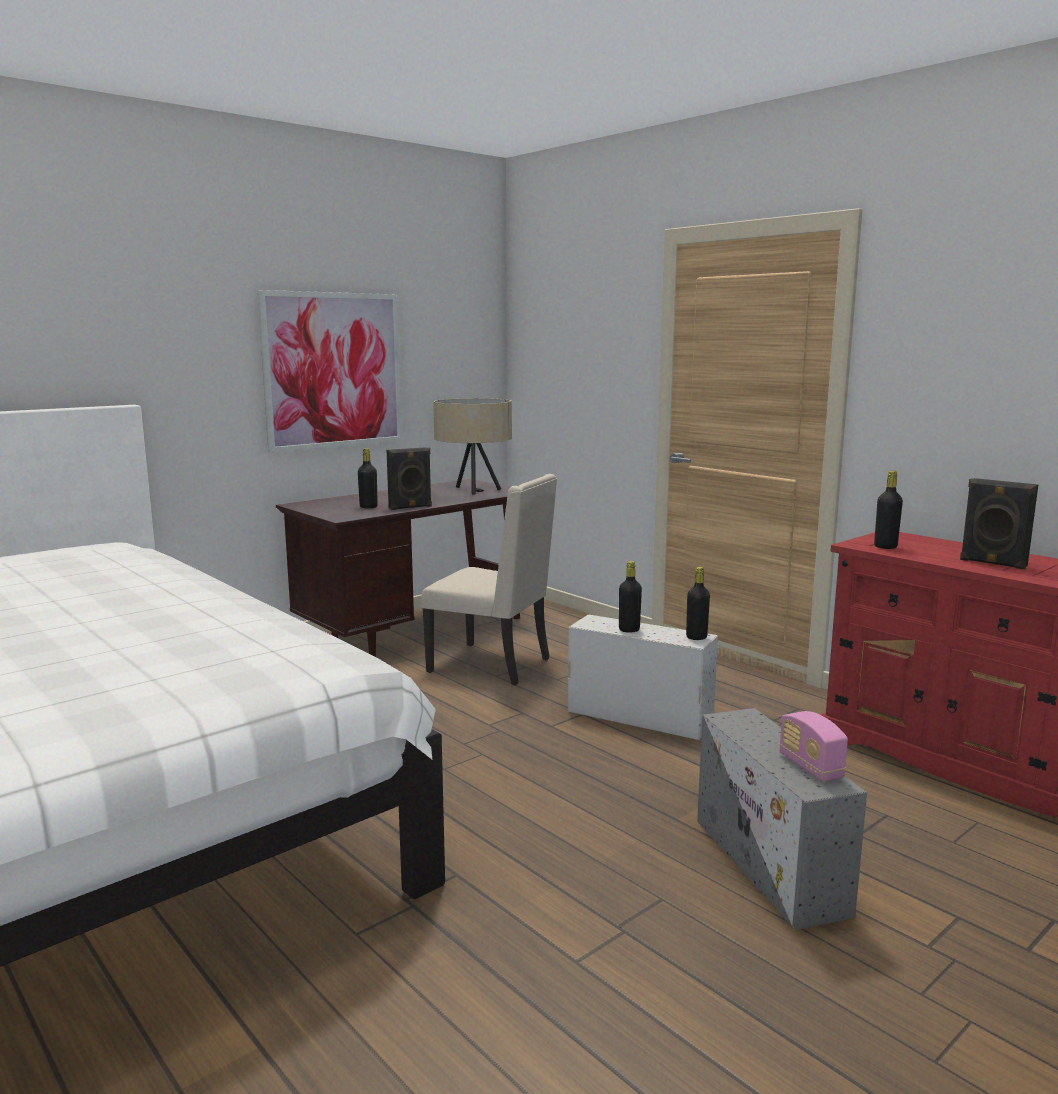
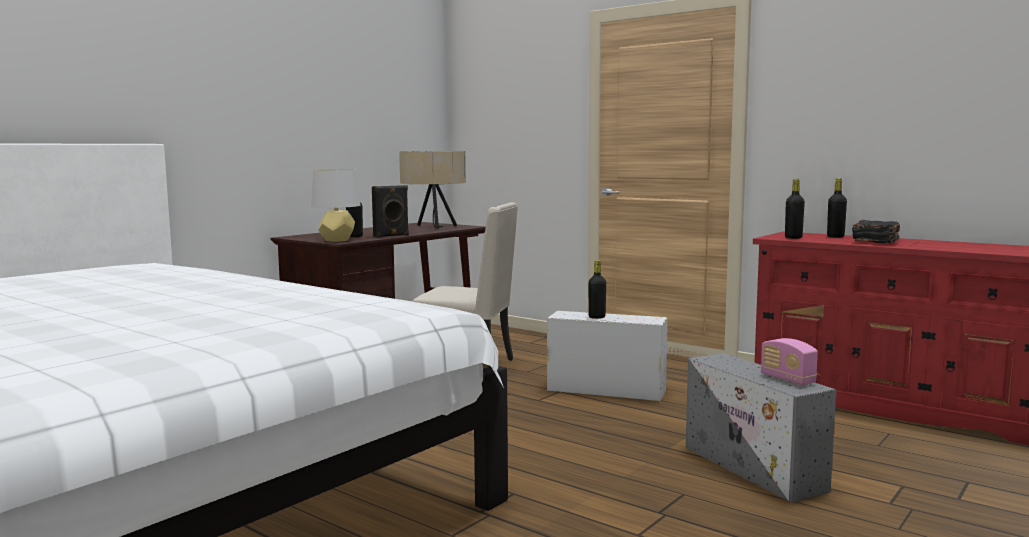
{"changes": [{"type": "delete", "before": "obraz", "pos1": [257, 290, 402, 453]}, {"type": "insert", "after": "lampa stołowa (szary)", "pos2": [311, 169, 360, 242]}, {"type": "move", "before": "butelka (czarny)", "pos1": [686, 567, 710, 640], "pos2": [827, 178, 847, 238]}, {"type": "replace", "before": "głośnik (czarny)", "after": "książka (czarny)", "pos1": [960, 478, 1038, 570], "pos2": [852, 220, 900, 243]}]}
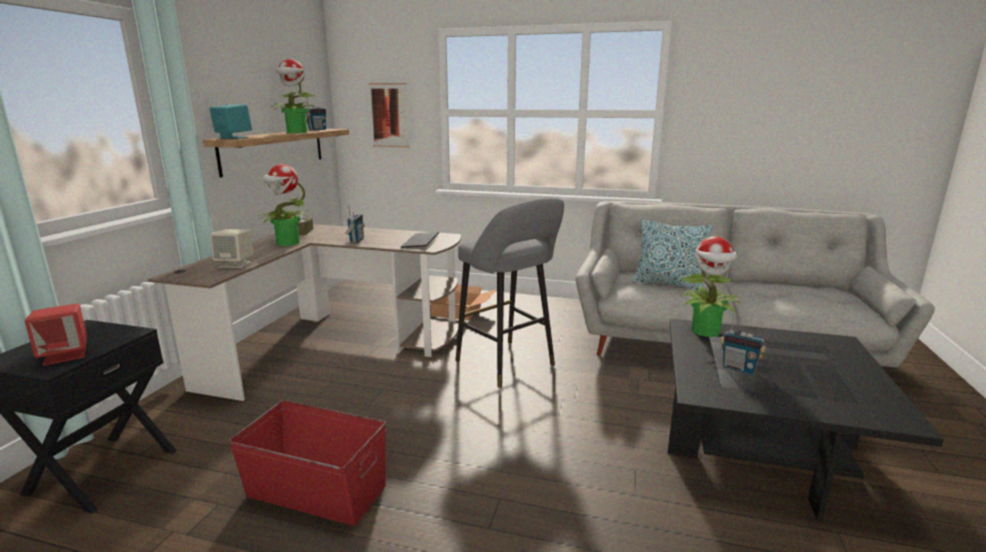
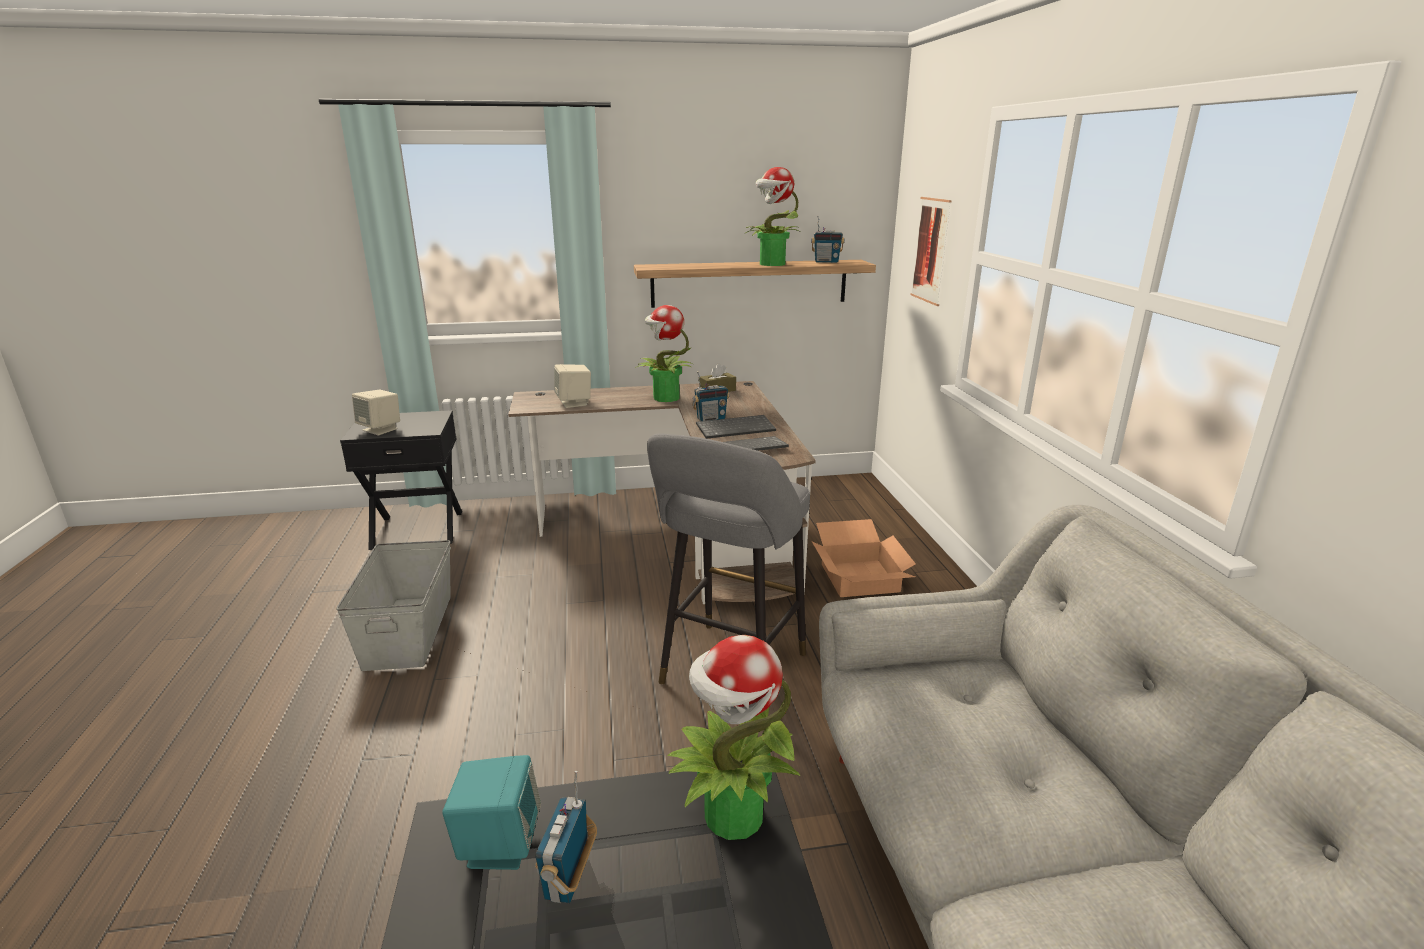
{"changes": [{"type": "delete", "before": "poduszka", "pos1": [633, 220, 713, 291]}, {"type": "insert", "after": "klawiatura", "pos2": [696, 415, 776, 439]}, {"type": "move", "before": "głośnik (turkusowy)", "pos1": [209, 104, 252, 139], "pos2": [442, 755, 541, 870]}, {"type": "recolor", "before": "głośnik (czerwony)", "after": "głośnik (beżowy)", "pos1": [25, 304, 87, 366], "pos2": [352, 390, 400, 435]}, {"type": "recolor", "before": "pojemnik do przechowywania (czerwony)", "after": "pojemnik do przechowywania (szary)", "pos1": [229, 400, 386, 526], "pos2": [336, 540, 451, 671]}]}
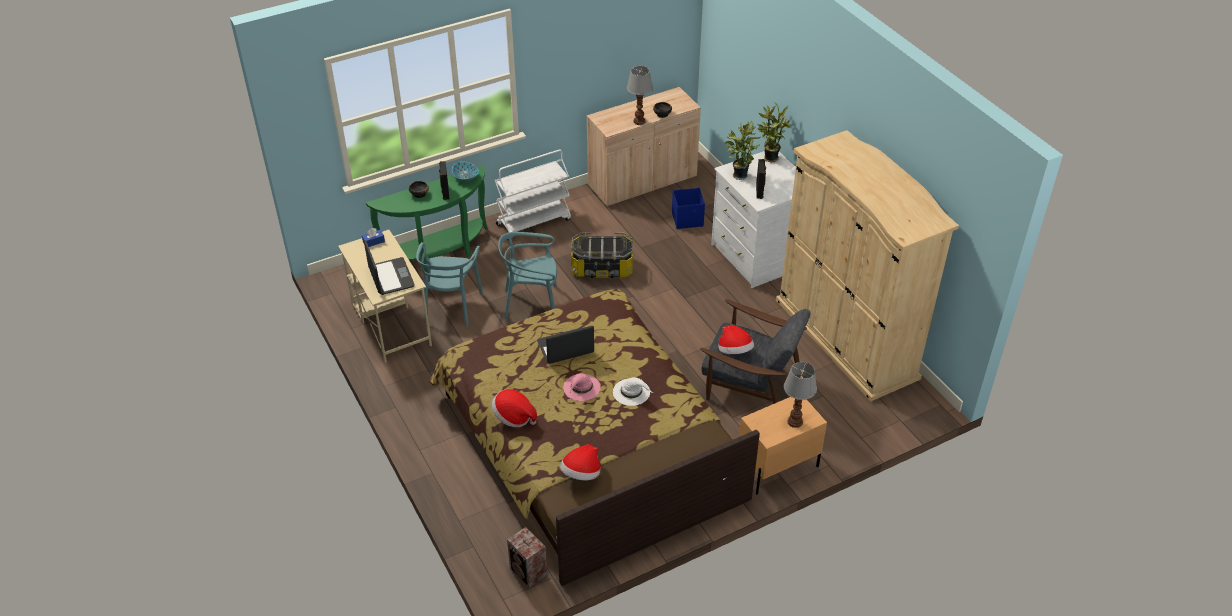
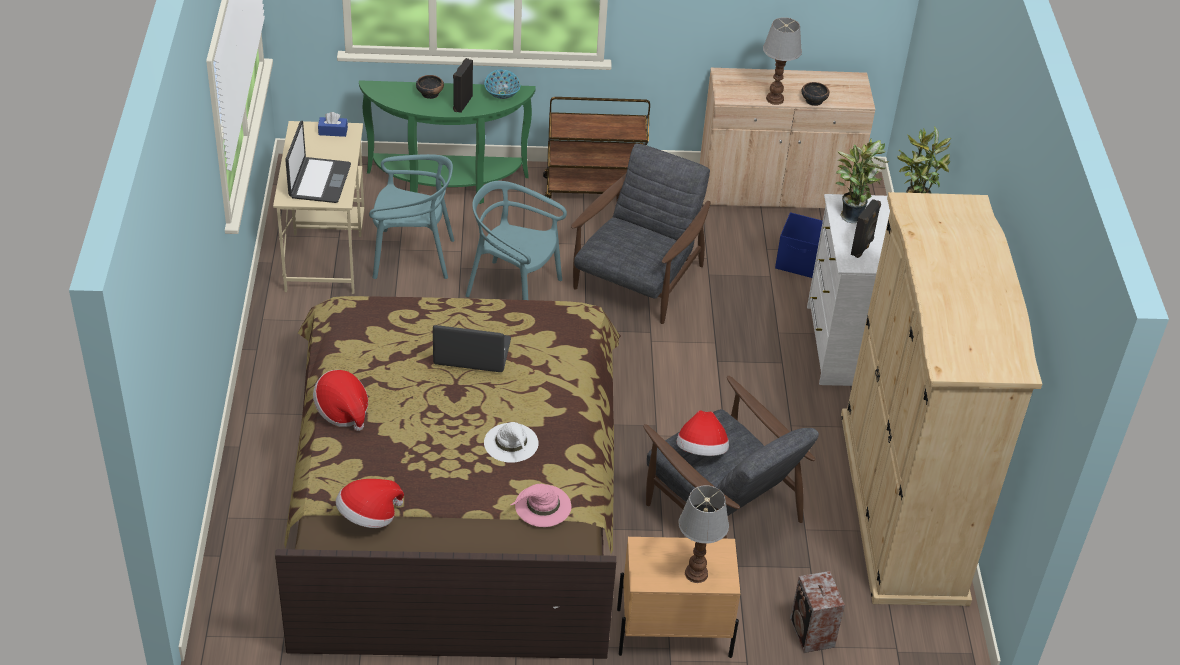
{"changes": [{"type": "move", "before": "głośnik", "pos1": [507, 527, 547, 588], "pos2": [790, 571, 845, 653]}, {"type": "move", "before": "kapelusz (różowy)", "pos1": [563, 373, 601, 401], "pos2": [511, 484, 571, 527]}, {"type": "replace", "before": "pojemnik do przechowywania", "after": "fotel (szary)", "pos1": [571, 232, 633, 278], "pos2": [571, 143, 710, 324]}, {"type": "recolor", "before": "wózek (biały)", "after": "wózek (brązowy)", "pos1": [495, 150, 571, 233], "pos2": [543, 97, 650, 198]}, {"type": "rotate", "before": "krzesło (turkusowy)", "pos1": [416, 242, 483, 327], "pos2": [369, 154, 455, 279], "turn": -120}]}
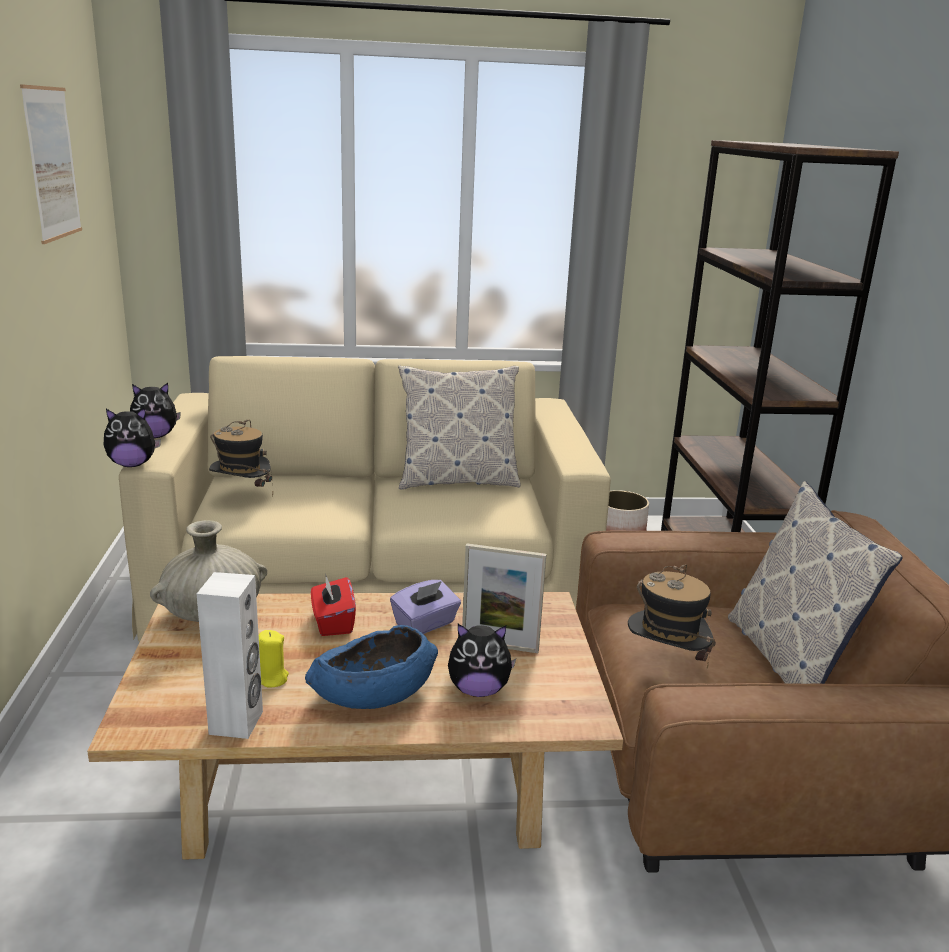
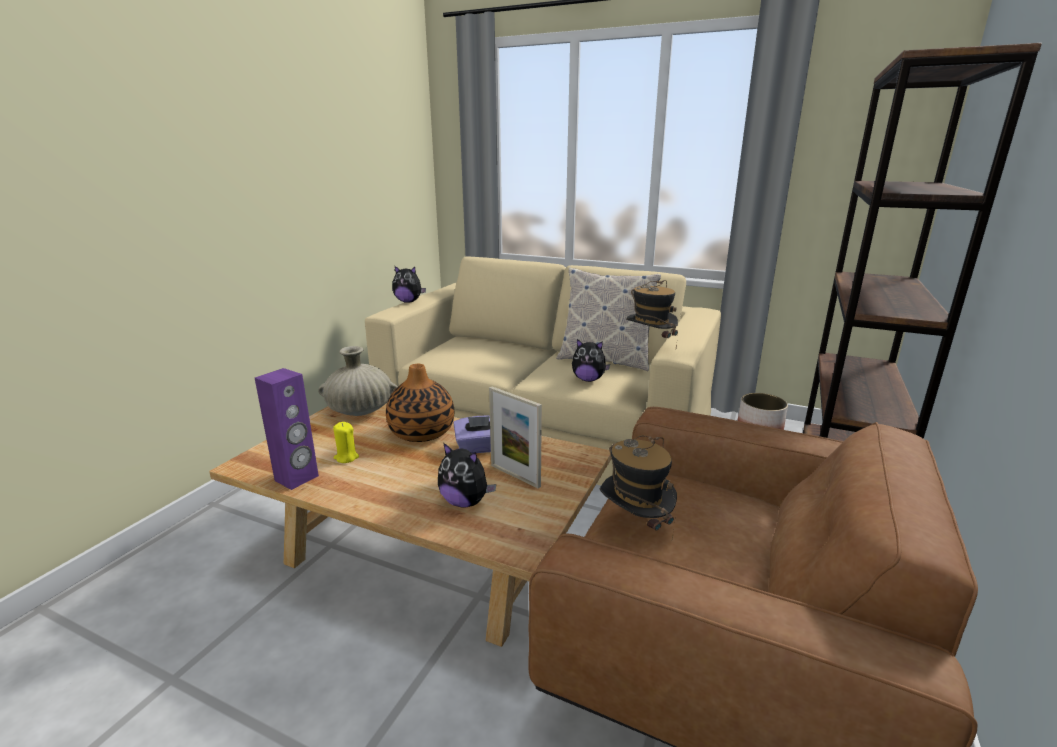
{"changes": [{"type": "delete", "before": "obraz", "pos1": [20, 84, 82, 244]}, {"type": "delete", "before": "miska (niebieski)", "pos1": [305, 625, 438, 709]}, {"type": "delete", "before": "poduszka", "pos1": [728, 481, 903, 684]}, {"type": "move", "before": "pluszak", "pos1": [104, 407, 161, 467], "pos2": [572, 339, 610, 382]}, {"type": "move", "before": "kapelusz", "pos1": [209, 420, 273, 496], "pos2": [626, 280, 678, 348]}, {"type": "replace", "before": "pudełko chusteczek (czerwony)", "after": "wazon", "pos1": [311, 573, 356, 636], "pos2": [386, 364, 454, 442]}, {"type": "recolor", "before": "głośnik (biały)", "after": "głośnik (fioletowy)", "pos1": [197, 572, 263, 739], "pos2": [255, 368, 319, 490]}]}
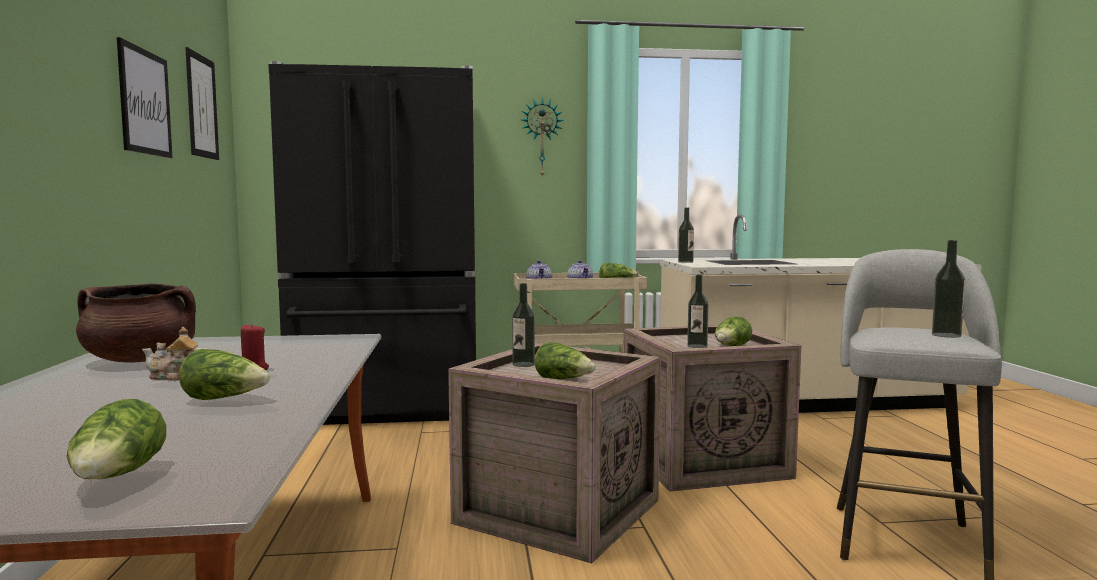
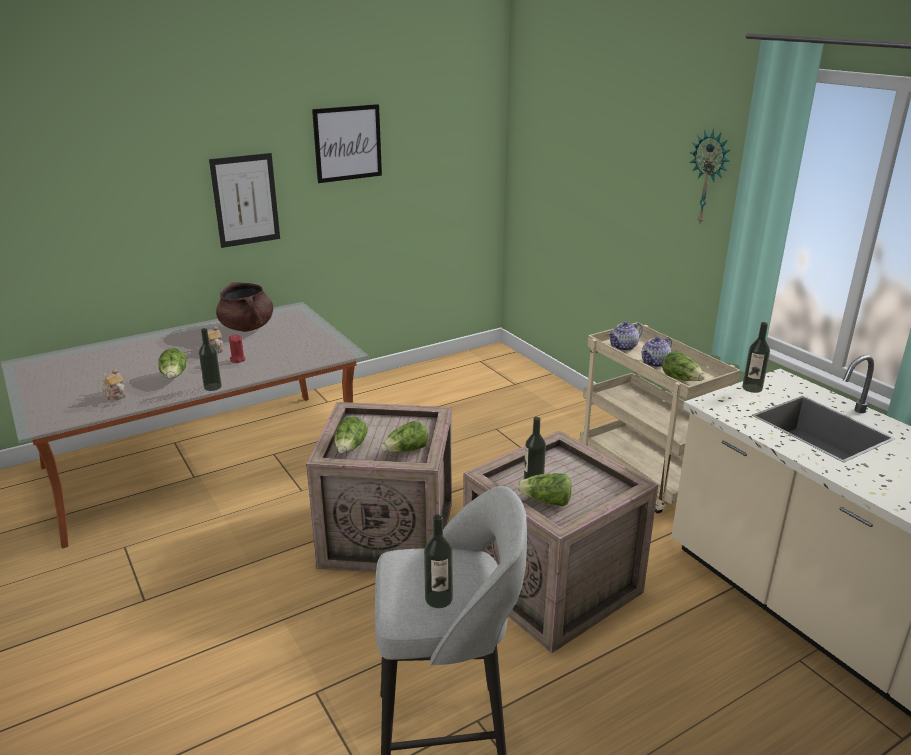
{"changes": [{"type": "delete", "before": "lodówka (czarny)", "pos1": [268, 61, 476, 425]}, {"type": "insert", "after": "imbryk", "pos2": [102, 369, 126, 400]}, {"type": "move", "before": "sałata", "pos1": [67, 399, 166, 479], "pos2": [381, 421, 429, 452]}, {"type": "move", "before": "obraz", "pos1": [185, 47, 219, 160], "pos2": [209, 153, 280, 248]}, {"type": "move", "before": "butelka", "pos1": [512, 283, 535, 367], "pos2": [198, 328, 222, 391]}]}
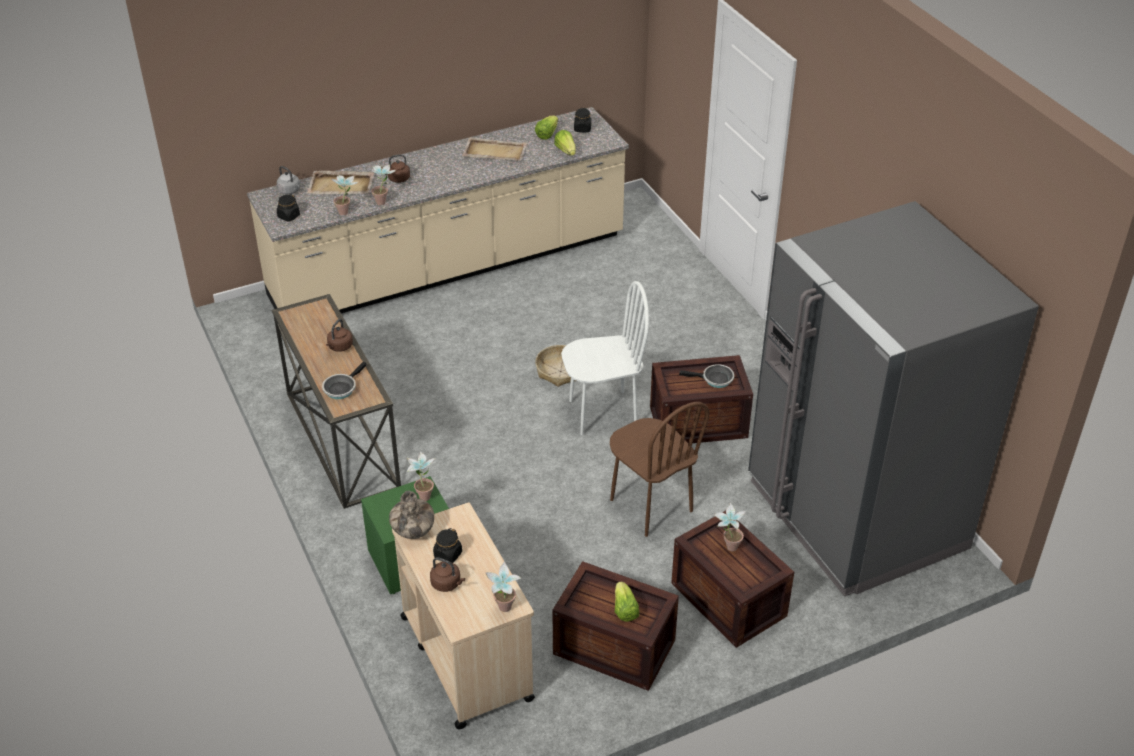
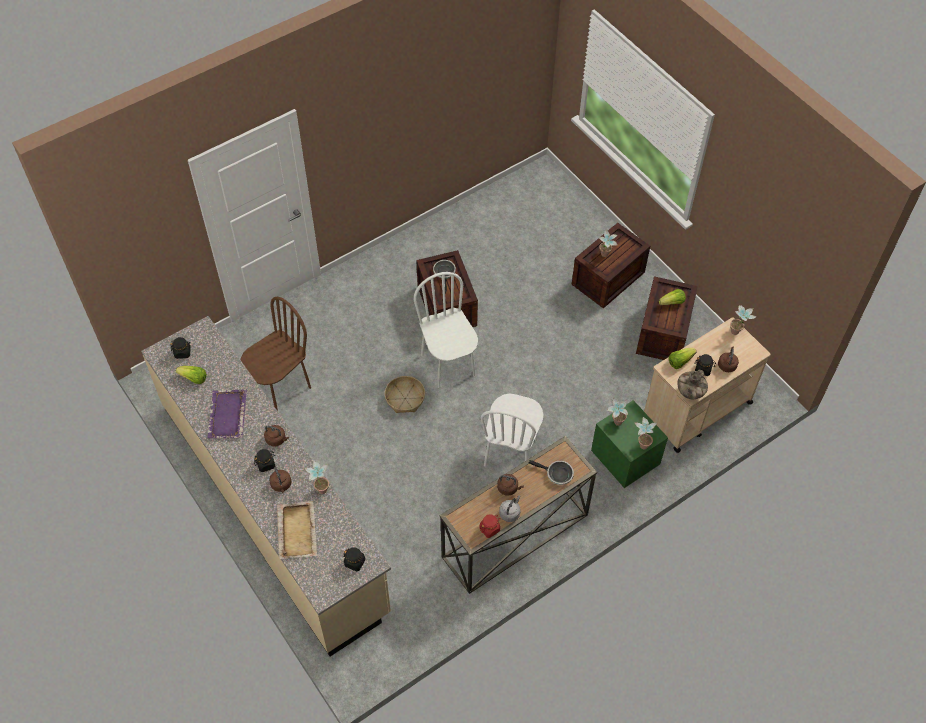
{"changes": [{"type": "delete", "before": "lodówka (szary)", "pos1": [748, 201, 1039, 597]}, {"type": "insert", "after": "słoik (czarny)", "pos2": [254, 449, 275, 472]}, {"type": "insert", "after": "czajnik (brązowy)", "pos2": [264, 425, 289, 447]}, {"type": "insert", "after": "słoik (czerwony)", "pos2": [479, 514, 500, 538]}, {"type": "insert", "after": "krzesło (biały)", "pos2": [481, 394, 543, 467]}, {"type": "move", "before": "czajnik (szary)", "pos1": [277, 166, 300, 194], "pos2": [499, 495, 520, 522]}, {"type": "move", "before": "roślina doniczkowa", "pos1": [331, 175, 359, 216], "pos2": [634, 417, 657, 450]}, {"type": "move", "before": "sałata", "pos1": [554, 130, 576, 156], "pos2": [669, 348, 696, 369]}, {"type": "move", "before": "krzesło (brązowy)", "pos1": [610, 402, 709, 537], "pos2": [241, 297, 311, 411]}, {"type": "recolor", "before": "taca (beżowy)", "after": "taca (fioletowy)", "pos1": [462, 137, 527, 161], "pos2": [207, 389, 247, 439]}]}
